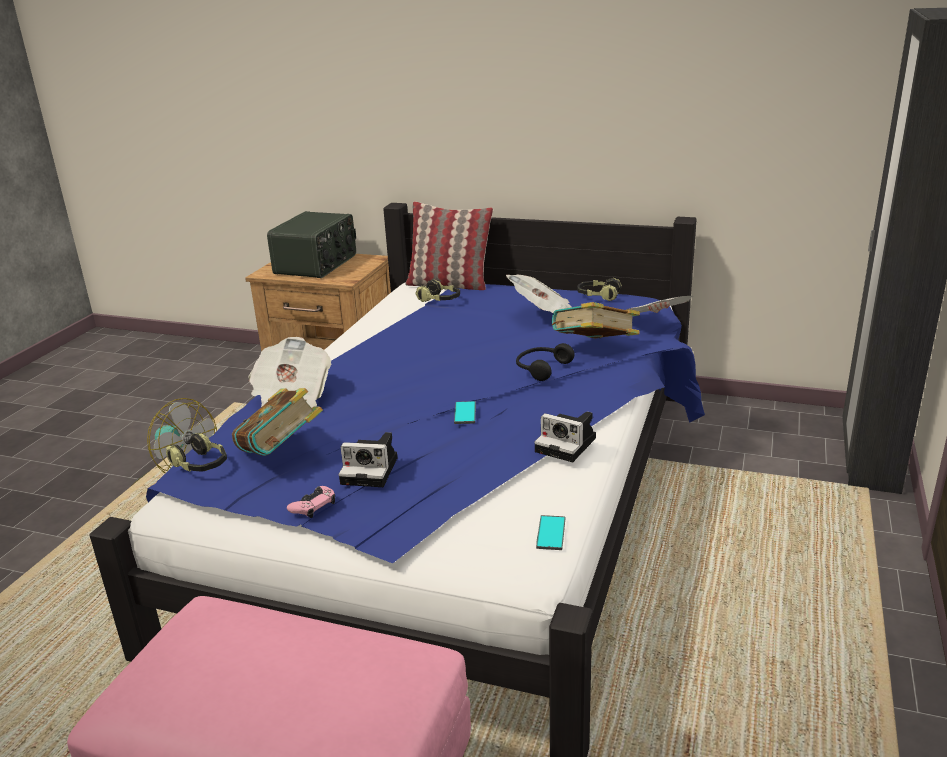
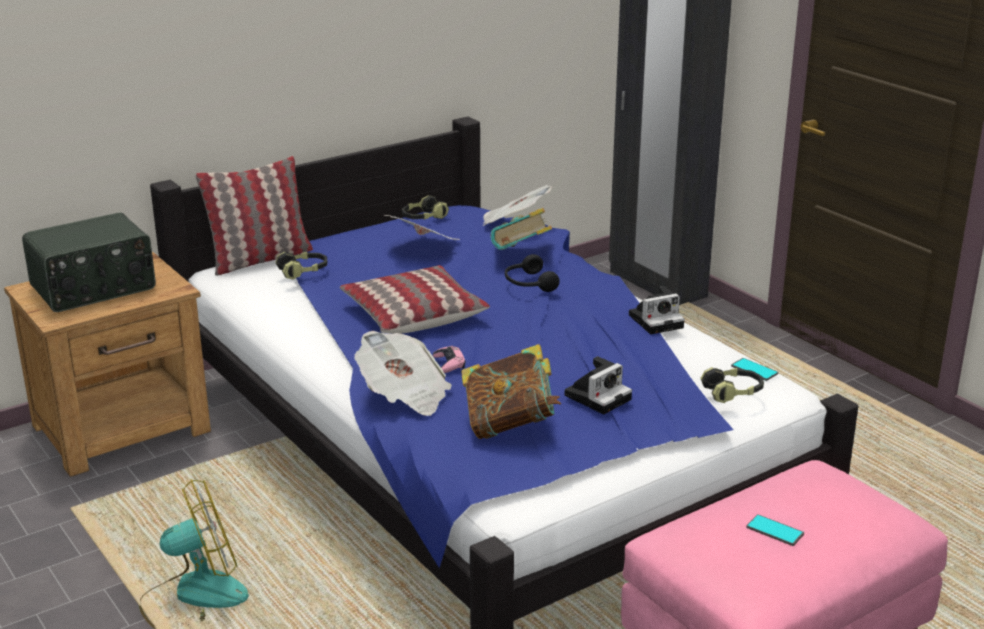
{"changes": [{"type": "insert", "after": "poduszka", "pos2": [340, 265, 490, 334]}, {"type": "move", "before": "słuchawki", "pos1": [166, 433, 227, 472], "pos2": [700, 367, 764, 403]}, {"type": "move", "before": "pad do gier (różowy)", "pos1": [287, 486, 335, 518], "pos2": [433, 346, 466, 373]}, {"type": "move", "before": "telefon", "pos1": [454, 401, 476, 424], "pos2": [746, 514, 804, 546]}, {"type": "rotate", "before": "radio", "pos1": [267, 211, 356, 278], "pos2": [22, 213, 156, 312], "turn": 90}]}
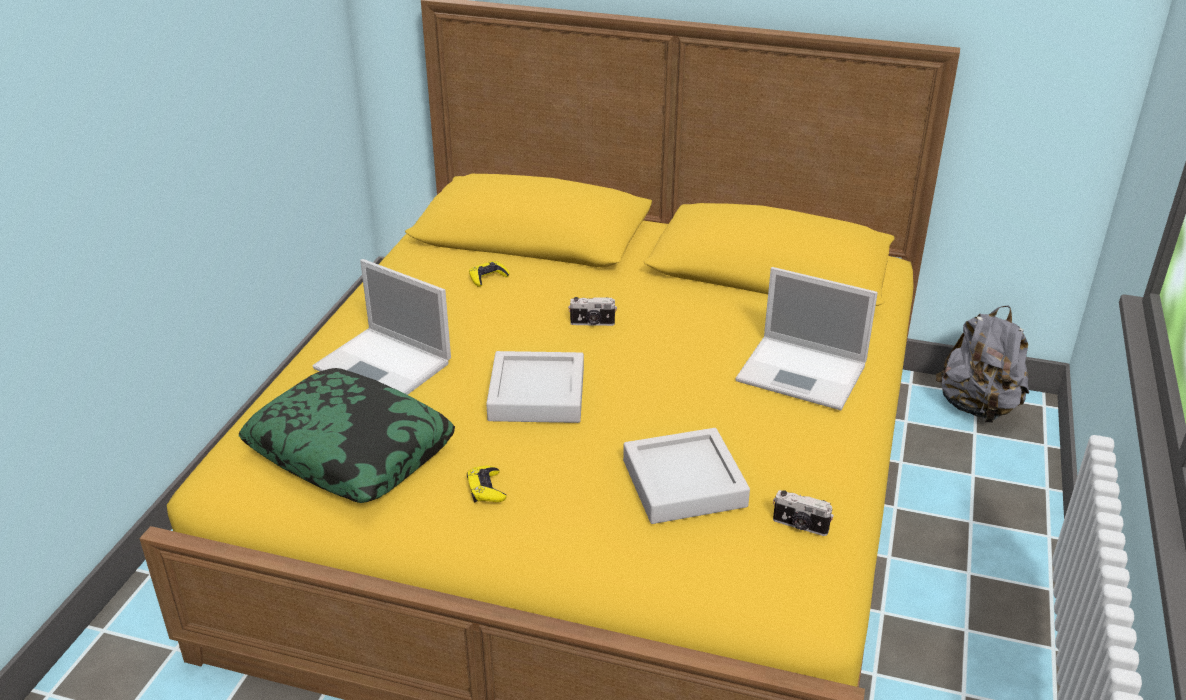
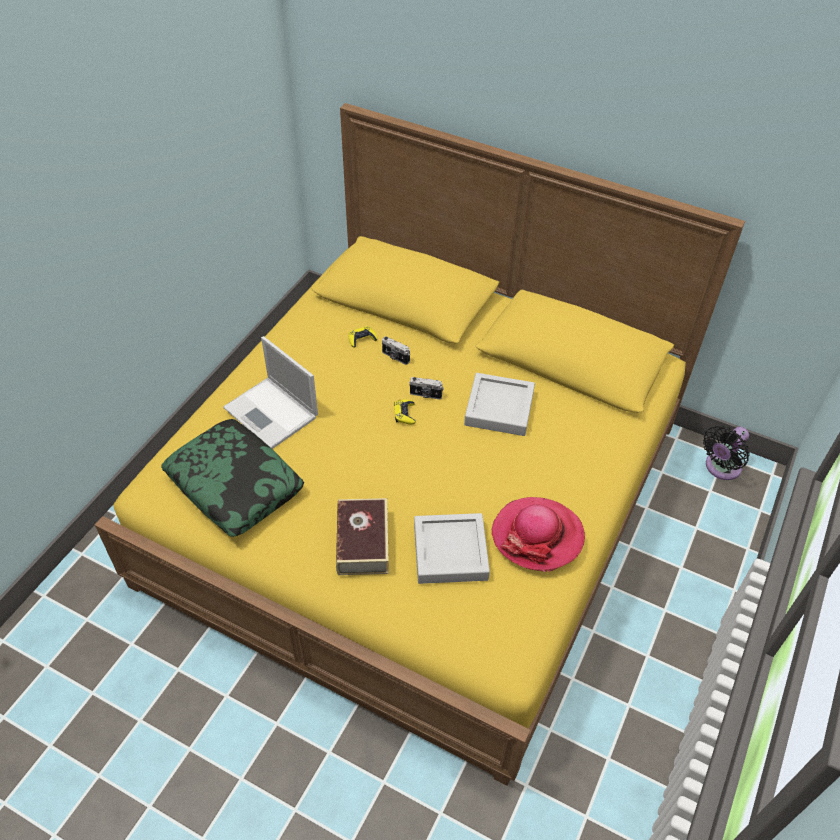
{"changes": [{"type": "delete", "before": "laptop", "pos1": [736, 267, 878, 410]}, {"type": "insert", "after": "książka", "pos2": [336, 498, 389, 575]}, {"type": "insert", "after": "kapelusz", "pos2": [491, 497, 585, 572]}, {"type": "move", "before": "pad do gier (żółty)", "pos1": [467, 466, 507, 502], "pos2": [394, 399, 416, 425]}, {"type": "move", "before": "taca (szary)", "pos1": [486, 351, 584, 423], "pos2": [464, 373, 535, 436]}, {"type": "move", "before": "aparat fotograficzny", "pos1": [773, 490, 834, 536], "pos2": [382, 336, 410, 365]}, {"type": "replace", "before": "plecak (szary)", "after": "wentylator (czarny)", "pos1": [936, 306, 1029, 423], "pos2": [703, 425, 750, 480]}]}
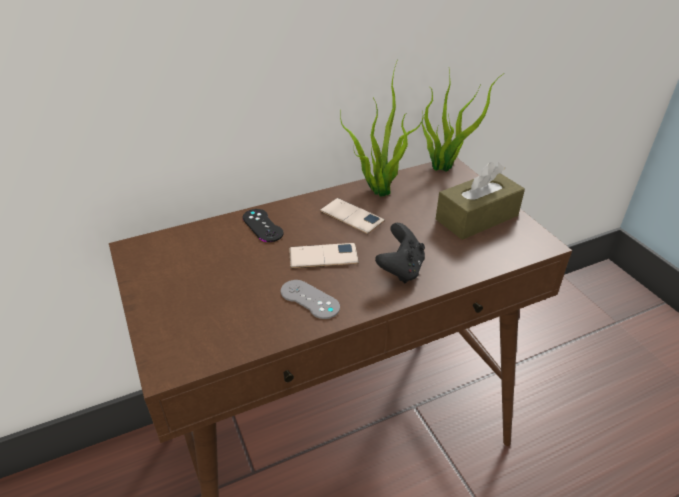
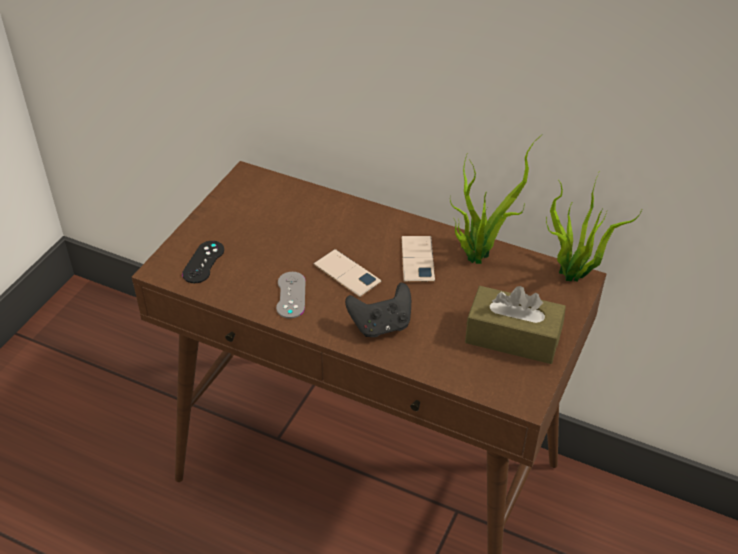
{"changes": [{"type": "move", "before": "pad do gier (czarny)", "pos1": [243, 209, 284, 242], "pos2": [182, 241, 224, 283]}]}
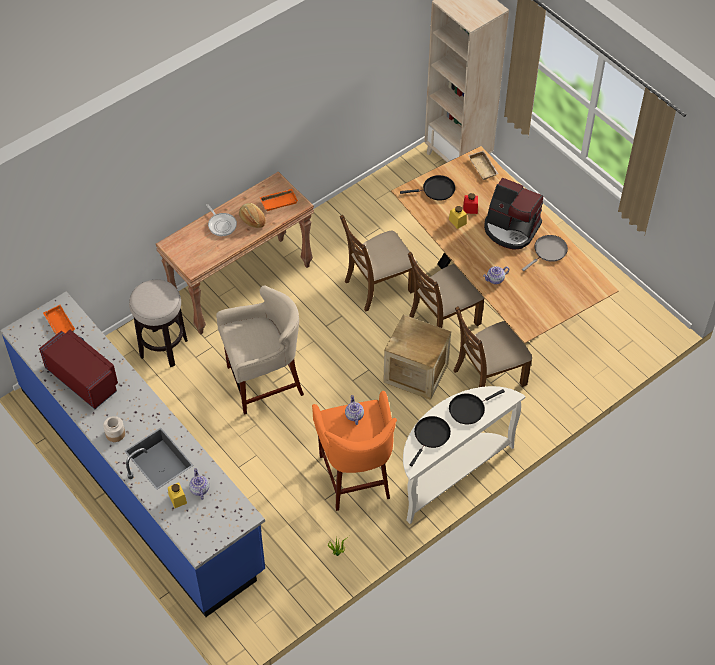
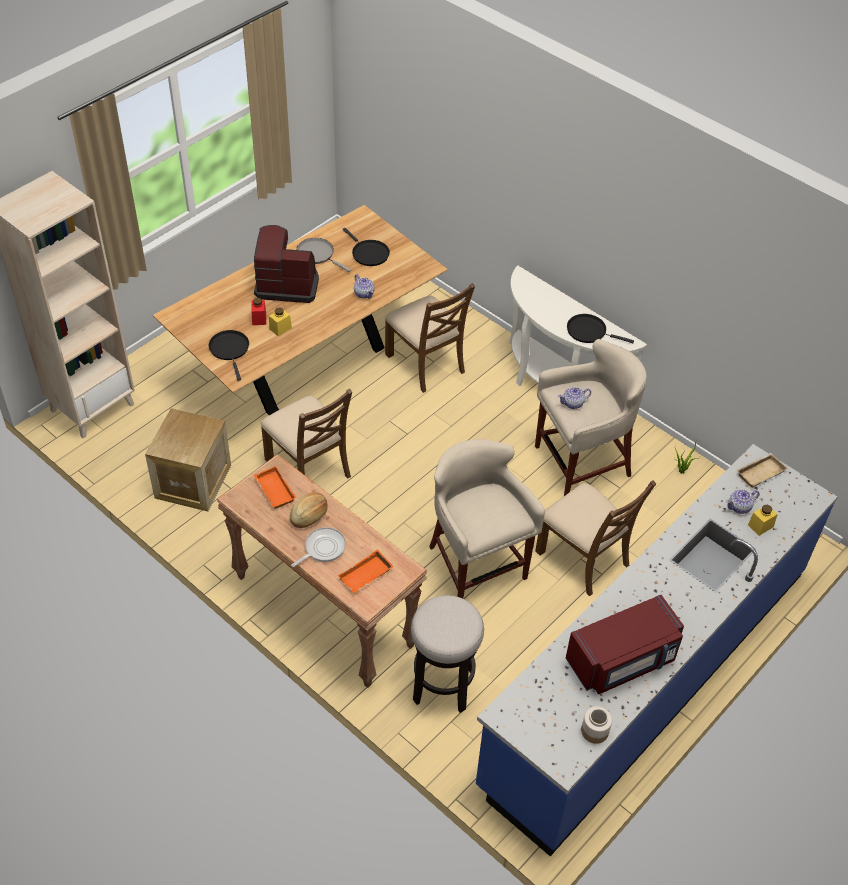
{"changes": [{"type": "move", "before": "taca (pomarańczowy)", "pos1": [43, 305, 75, 334], "pos2": [338, 549, 394, 593]}, {"type": "move", "before": "słoik", "pos1": [103, 416, 125, 442], "pos2": [581, 706, 612, 744]}, {"type": "move", "before": "skrzynka", "pos1": [383, 315, 451, 400], "pos2": [145, 408, 231, 512]}, {"type": "move", "before": "krzesło (brązowy)", "pos1": [408, 252, 484, 328], "pos2": [535, 480, 656, 596]}, {"type": "move", "before": "patelnia (czarny)", "pos1": [449, 389, 505, 424], "pos2": [343, 228, 390, 266]}, {"type": "move", "before": "taca (beżowy)", "pos1": [468, 150, 499, 180], "pos2": [736, 453, 787, 488]}, {"type": "recolor", "before": "stołek (pomarańczowy)", "after": "stołek (beżowy)", "pos1": [312, 391, 397, 511], "pos2": [535, 339, 647, 496]}, {"type": "rotate", "before": "mikrofalówka (czerwony)", "pos1": [39, 330, 118, 409], "pos2": [566, 595, 684, 694], "turn": -150}, {"type": "rotate", "before": "ekspres do kawy", "pos1": [484, 178, 543, 250], "pos2": [254, 225, 319, 303], "turn": -105}]}
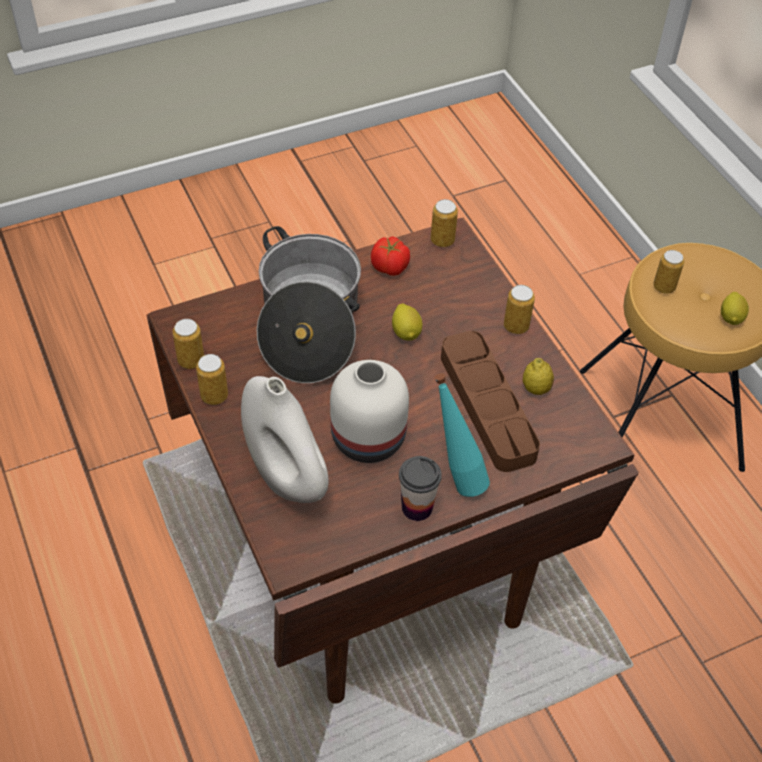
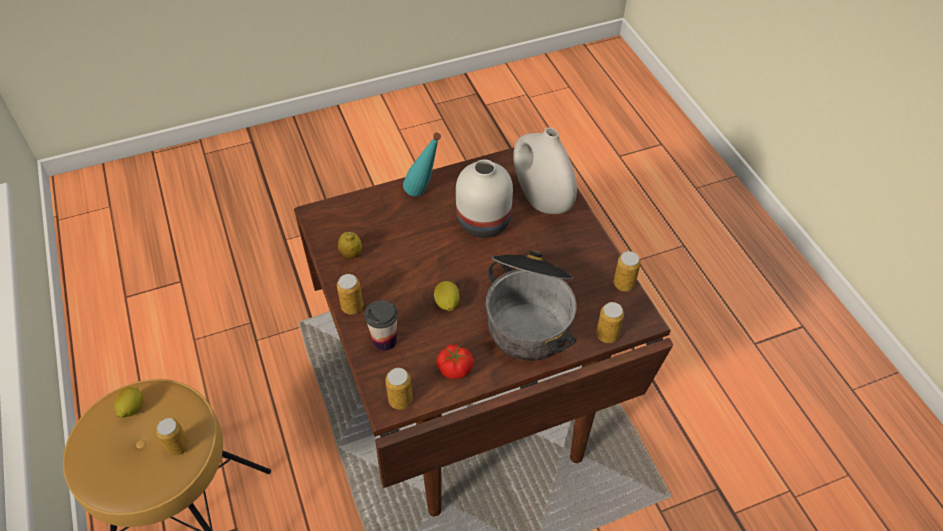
{"changes": [{"type": "delete", "before": "taca (brązowy)", "pos1": [441, 331, 540, 472]}, {"type": "move", "before": "puszka", "pos1": [196, 354, 228, 405], "pos2": [596, 302, 624, 343]}, {"type": "move", "before": "filiżanka", "pos1": [399, 456, 442, 521], "pos2": [364, 300, 398, 351]}]}
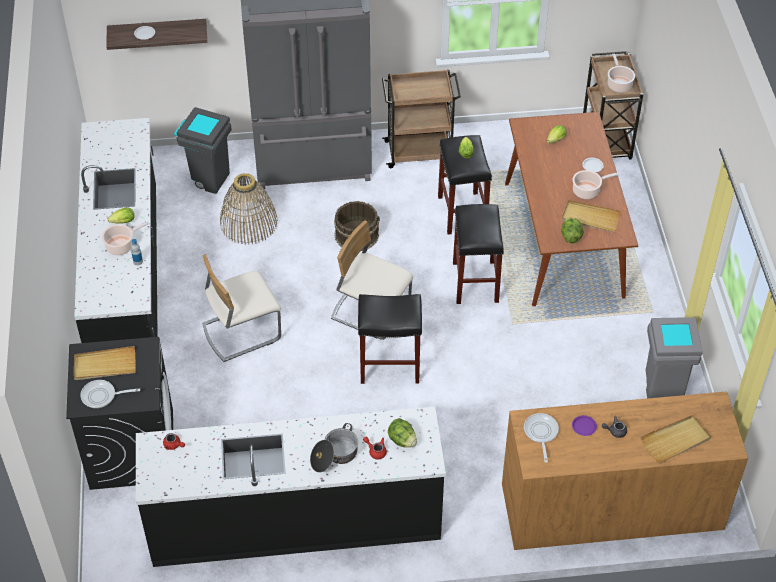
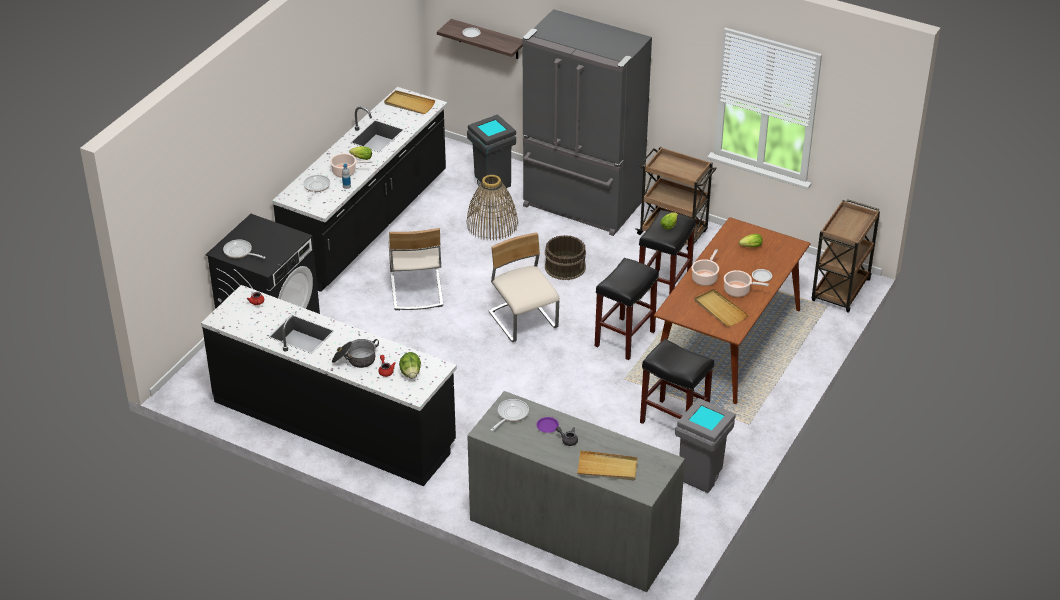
{"changes": [{"type": "delete", "before": "sałata", "pos1": [561, 218, 583, 244]}, {"type": "insert", "after": "patelnia", "pos2": [303, 175, 330, 201]}, {"type": "move", "before": "taca (beżowy)", "pos1": [74, 346, 136, 380], "pos2": [384, 90, 435, 114]}, {"type": "move", "before": "stołek (czarny)", "pos1": [358, 294, 422, 384], "pos2": [640, 339, 714, 424]}, {"type": "move", "before": "garnek", "pos1": [608, 54, 635, 93], "pos2": [691, 249, 719, 286]}, {"type": "recolor", "before": "komoda (brązowy)", "after": "komoda (szary)", "pos1": [502, 391, 748, 550], "pos2": [467, 391, 685, 592]}, {"type": "rotate", "before": "krzesło (beżowy)", "pos1": [202, 254, 281, 362], "pos2": [388, 228, 443, 310], "turn": -105}]}
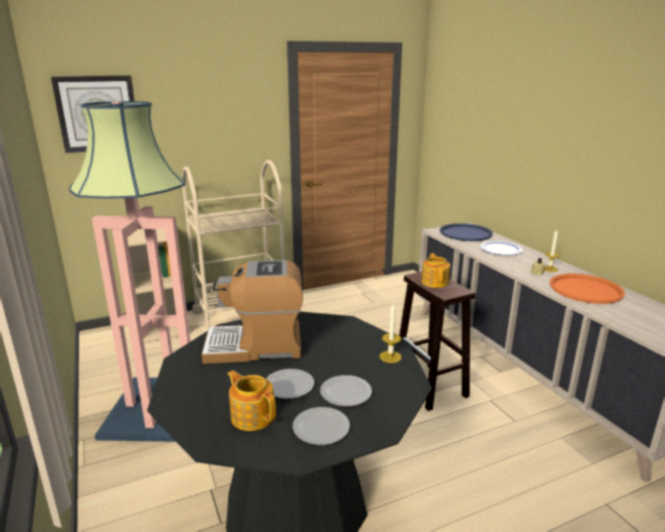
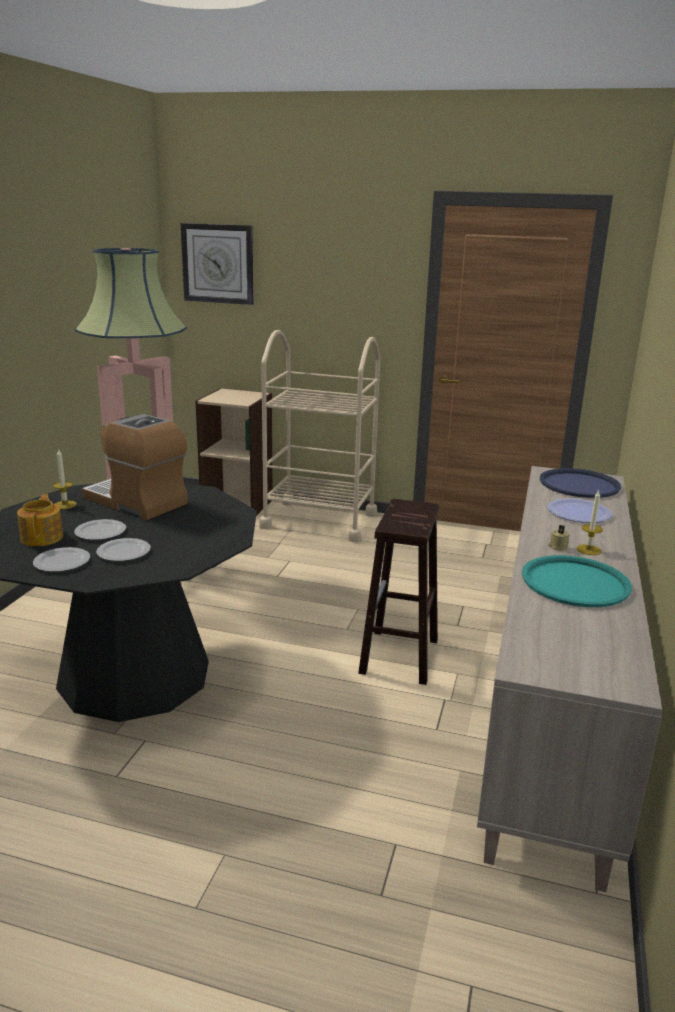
{"changes": [{"type": "delete", "before": "imbryk", "pos1": [421, 253, 450, 288]}, {"type": "move", "before": "świeca", "pos1": [379, 304, 402, 363], "pos2": [53, 448, 77, 509]}, {"type": "recolor", "before": "taca (pomarańczowy)", "after": "taca (turkusowy)", "pos1": [550, 273, 625, 304], "pos2": [522, 555, 632, 607]}]}
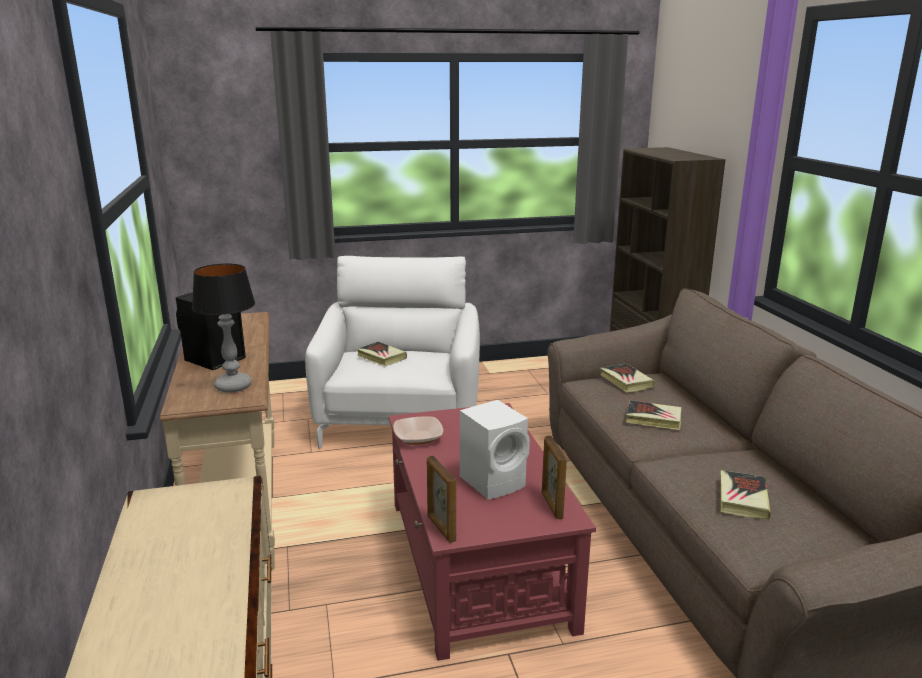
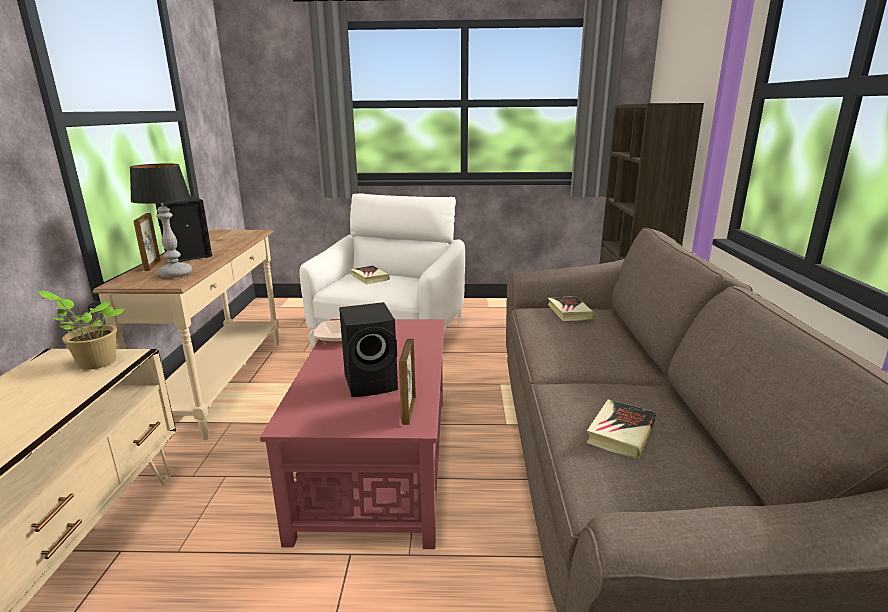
{"changes": [{"type": "delete", "before": "książka", "pos1": [626, 400, 682, 430]}, {"type": "insert", "after": "roślina doniczkowa", "pos2": [38, 290, 125, 370]}, {"type": "move", "before": "ramka na zdjęcie", "pos1": [427, 456, 457, 543], "pos2": [133, 213, 161, 271]}, {"type": "recolor", "before": "głośnik (biały)", "after": "głośnik (czarny)", "pos1": [460, 400, 530, 500], "pos2": [339, 302, 398, 397]}]}
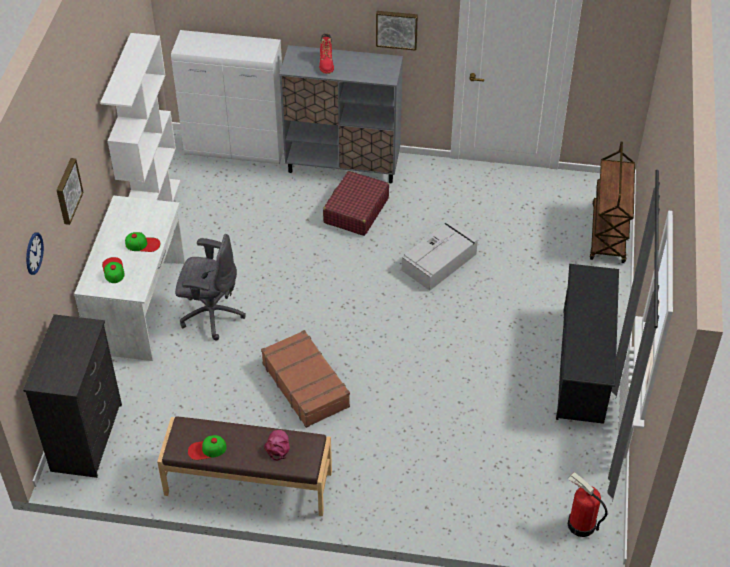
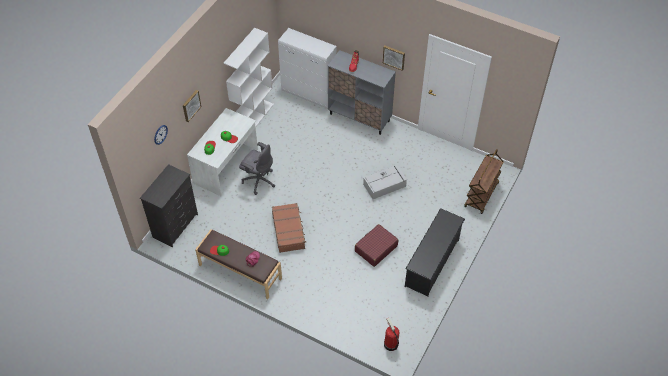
{"changes": [{"type": "move", "before": "walizka (czerwony)", "pos1": [323, 171, 389, 236], "pos2": [355, 224, 398, 267]}]}
